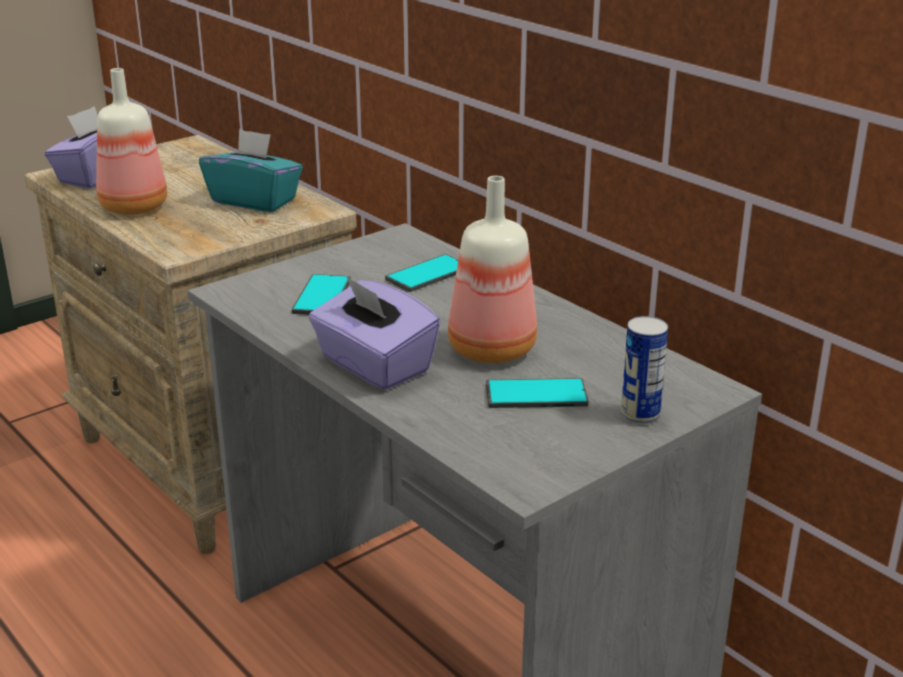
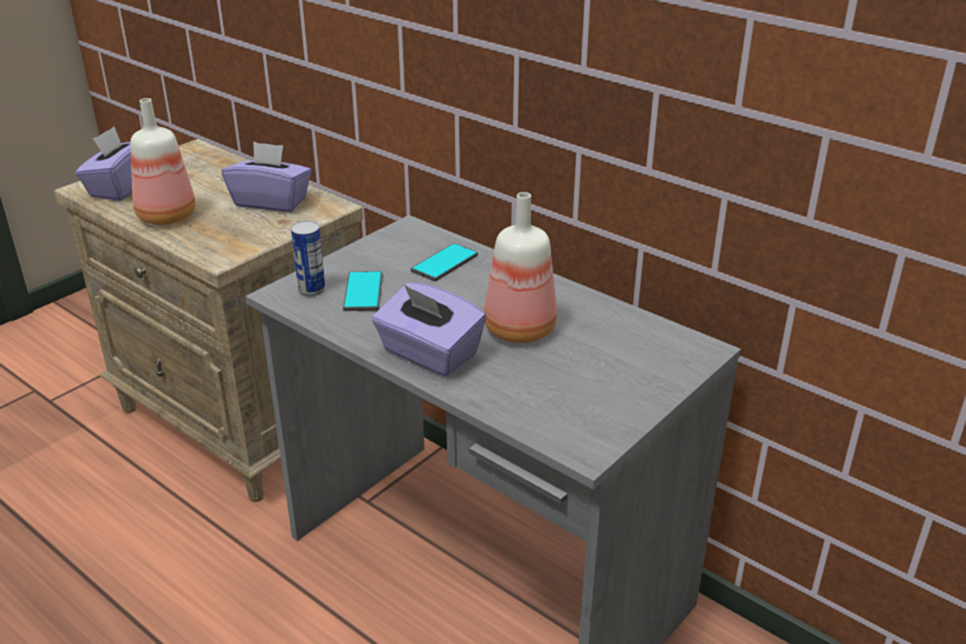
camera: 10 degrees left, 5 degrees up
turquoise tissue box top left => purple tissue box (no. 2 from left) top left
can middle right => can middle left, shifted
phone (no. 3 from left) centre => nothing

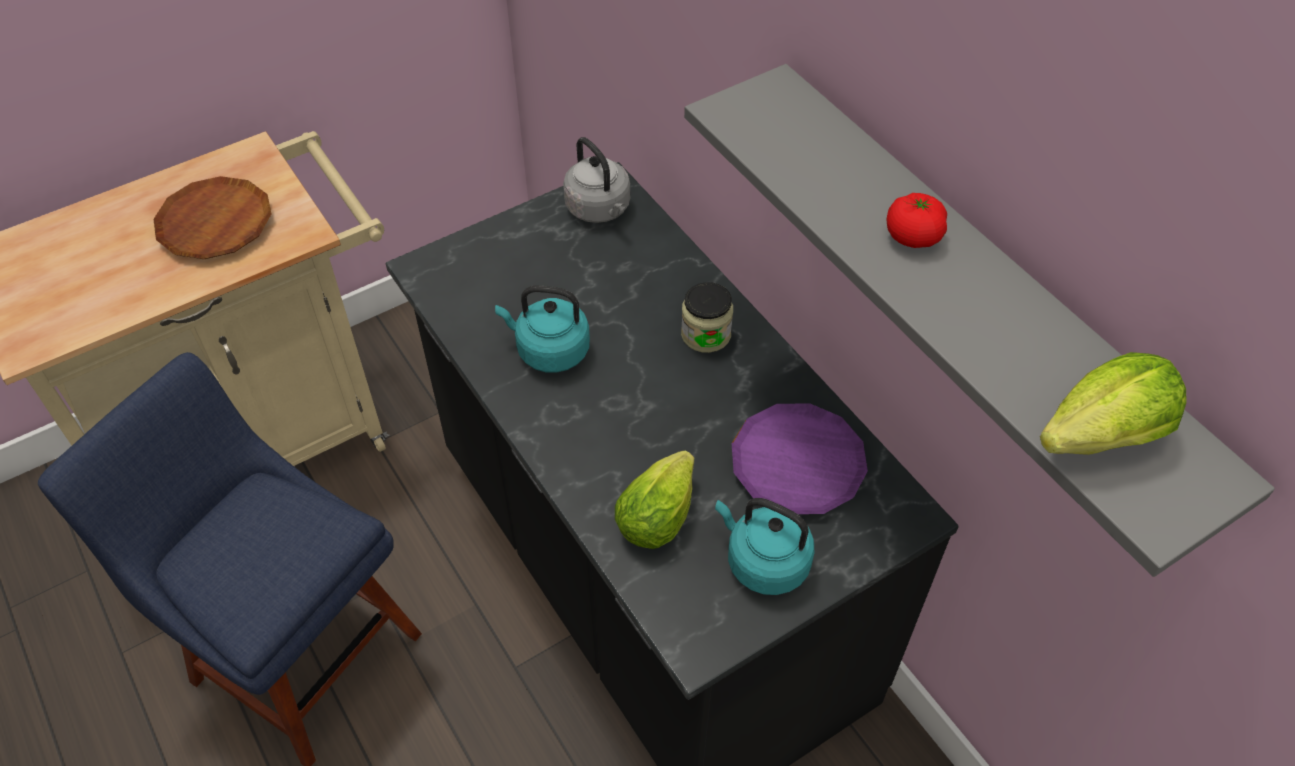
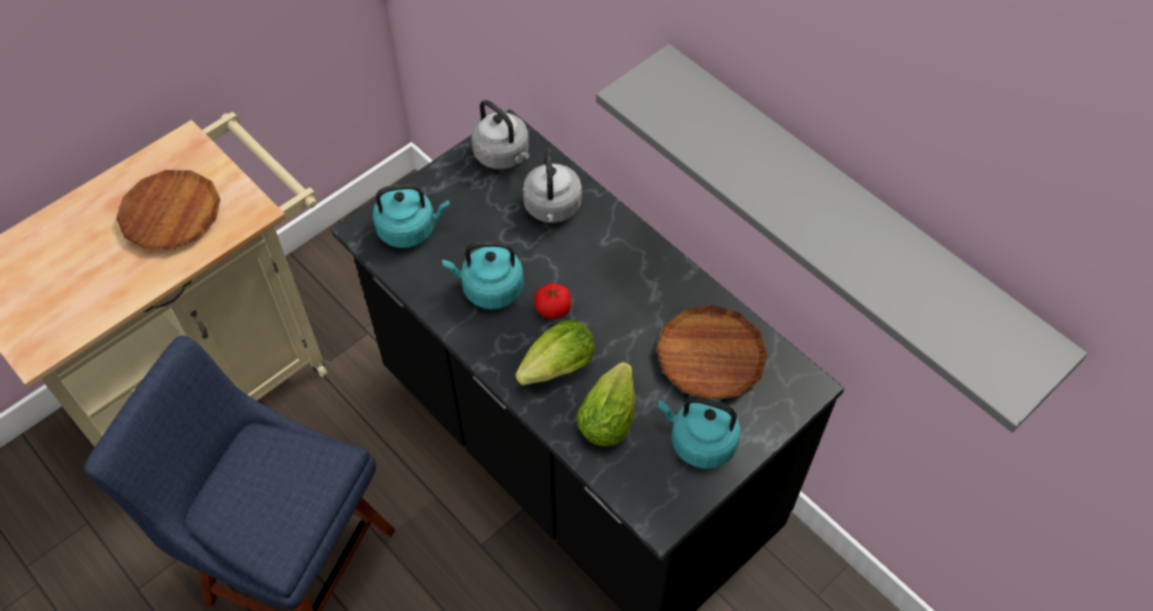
camera: 10 degrees left, 5 degrees up
nothing => turquoise kettle (no. 1 from left) centre
lettuce (no. 2 from left in the first image) middle right => lettuce (no. 1 from left) centre, shifted
nothing => grey kettle (no. 2 from left) top centre
tomato top right => tomato centre, shifted
purple plate centre => brown plate (no. 2 from left) centre
jar centre => nothing

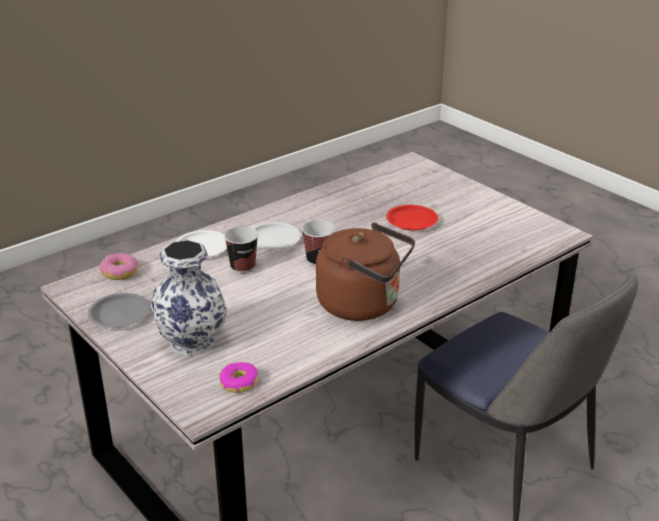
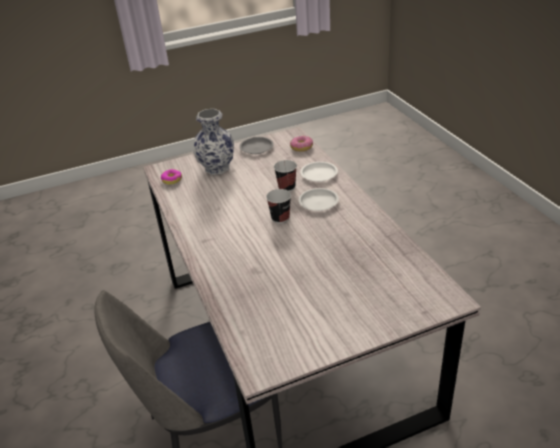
camera: 110 degrees right, 5 degrees up
brown kettle centre => nothing
red plate centre => nothing

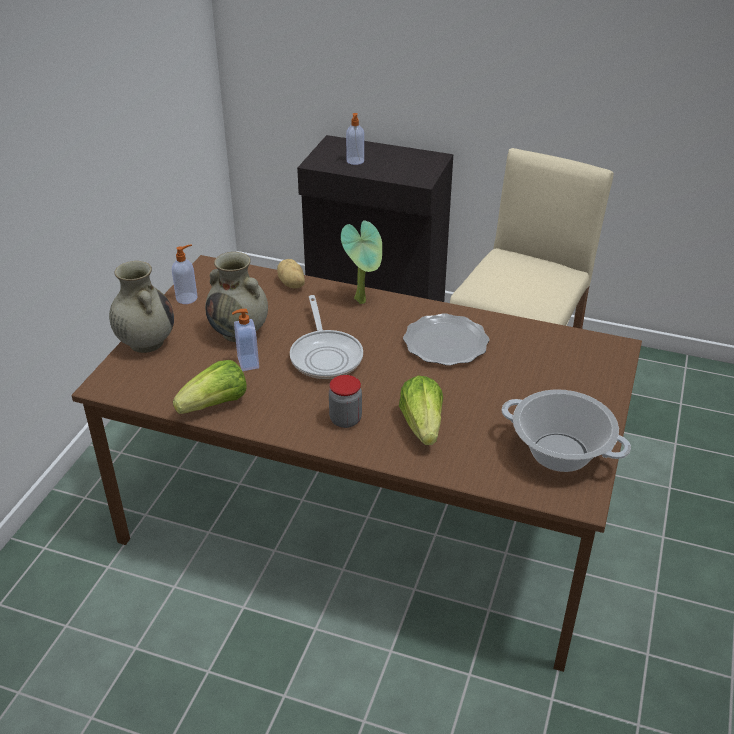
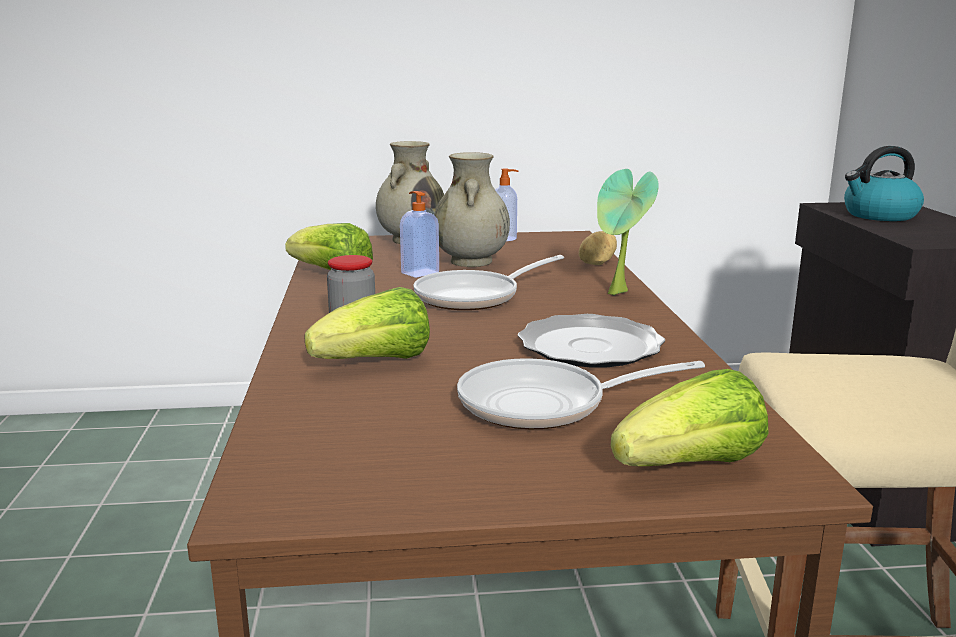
camera: 65 degrees right, 20 degrees down
nothing => frying pan (no. 2 from left) centre
nothing => lettuce (no. 3 from left) middle right
soap dispenser (no. 3 from left) top centre => kettle top right
cooking pot middle right => nothing

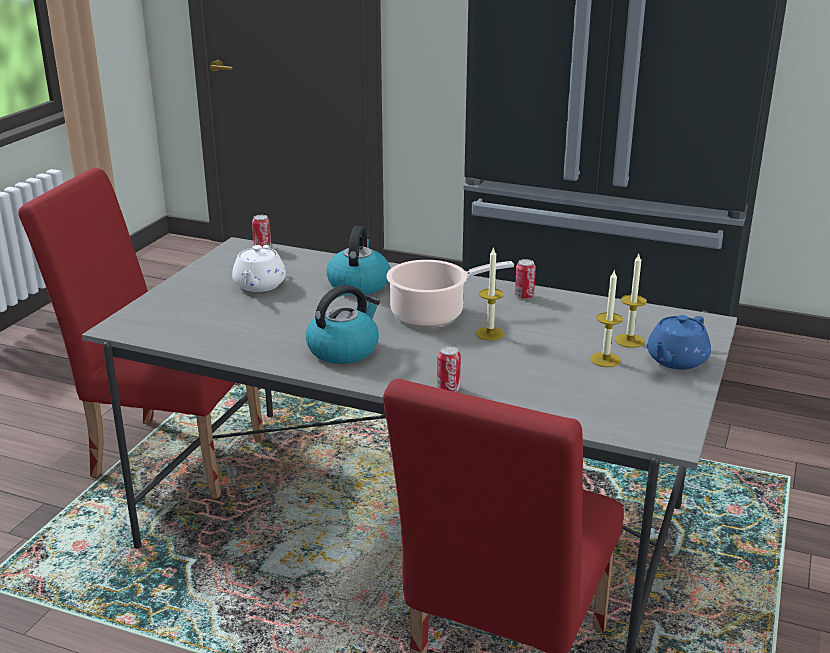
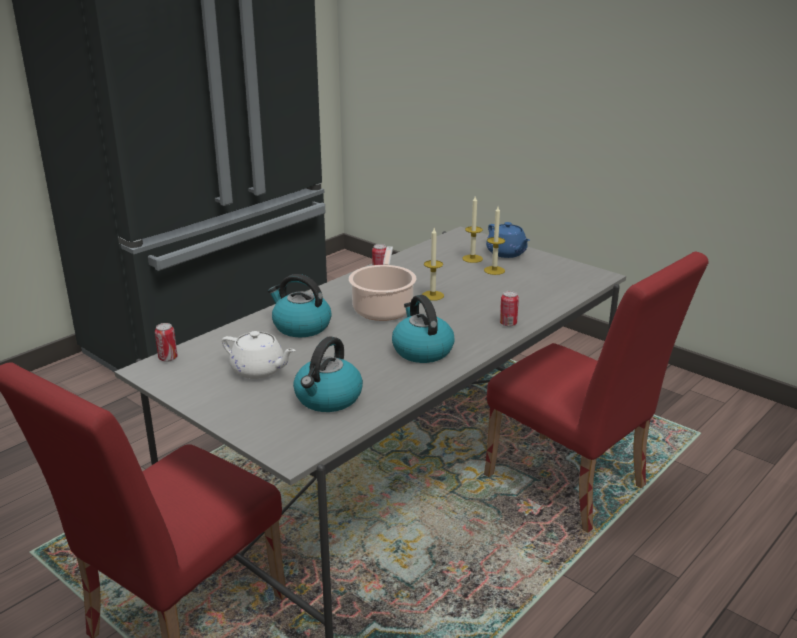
camera: 70 degrees left, 0 degrees up
nothing => kettle (no. 2 from left) centre

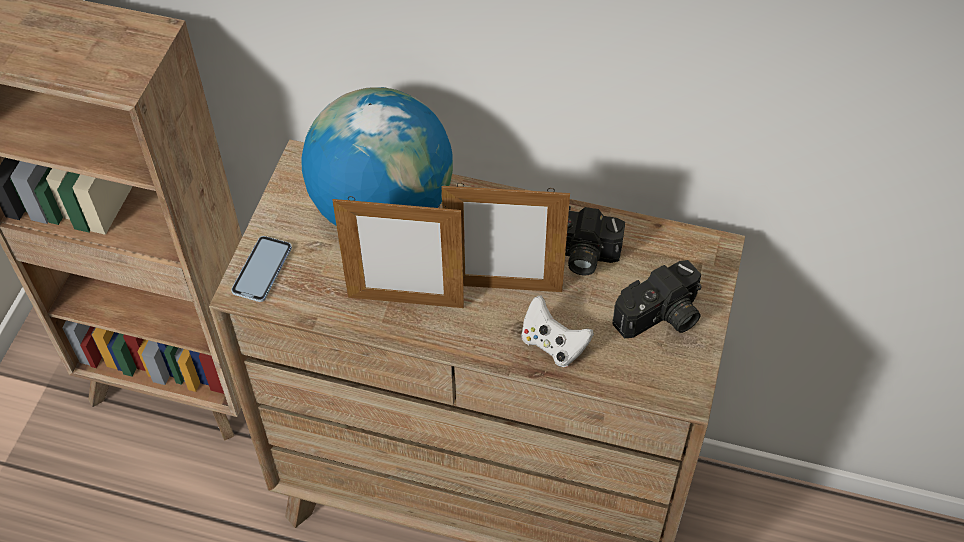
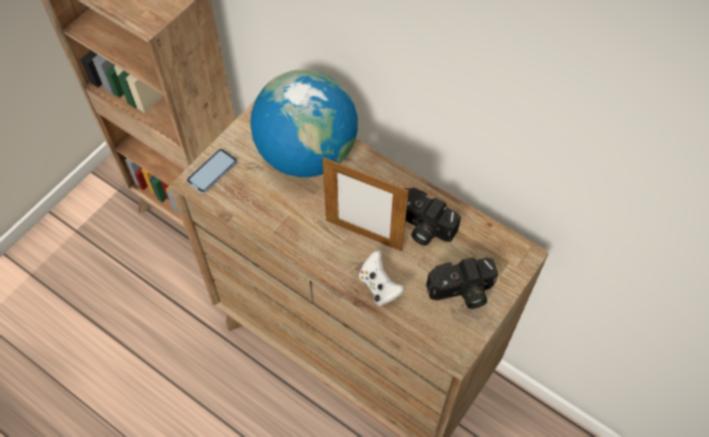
camera: 20 degrees right, 5 degrees up
picture frame (no. 1 from left) centre => nothing

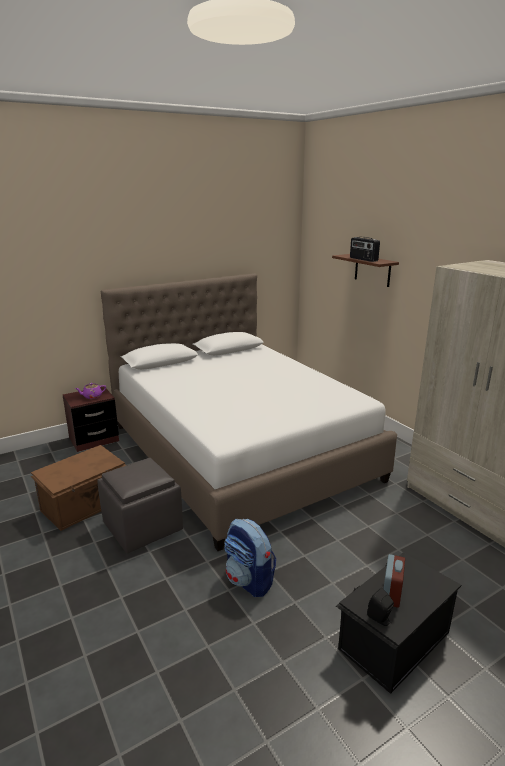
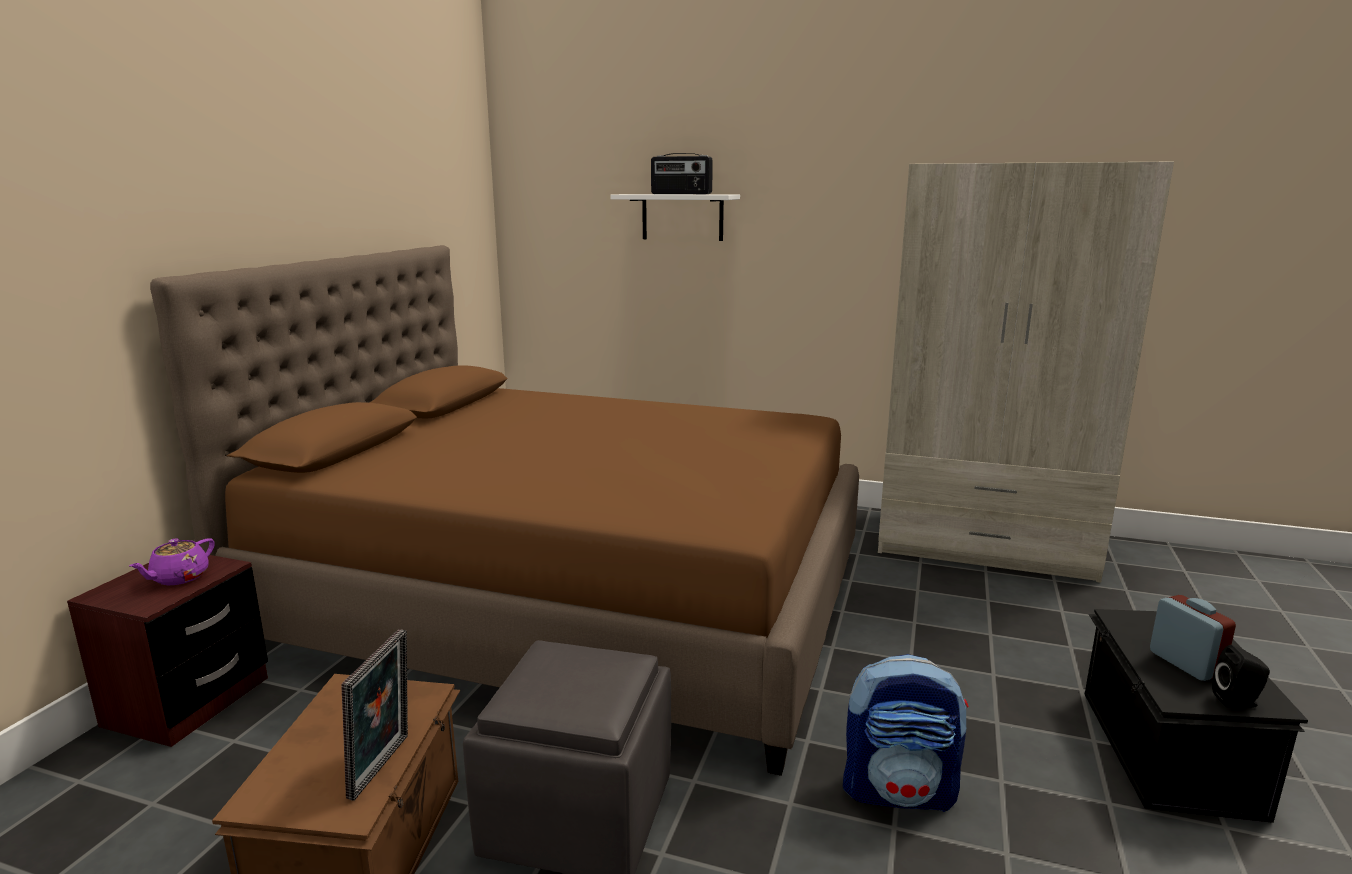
camera: 40 degrees left, 5 degrees down
white bed centre => brown bed centre
nothing => picture frame bottom left
brown shelf middle right => white shelf top centre

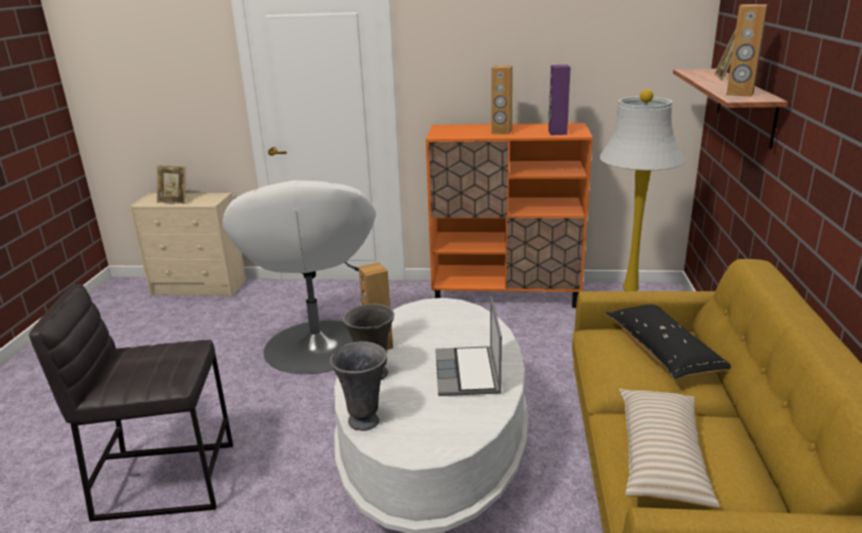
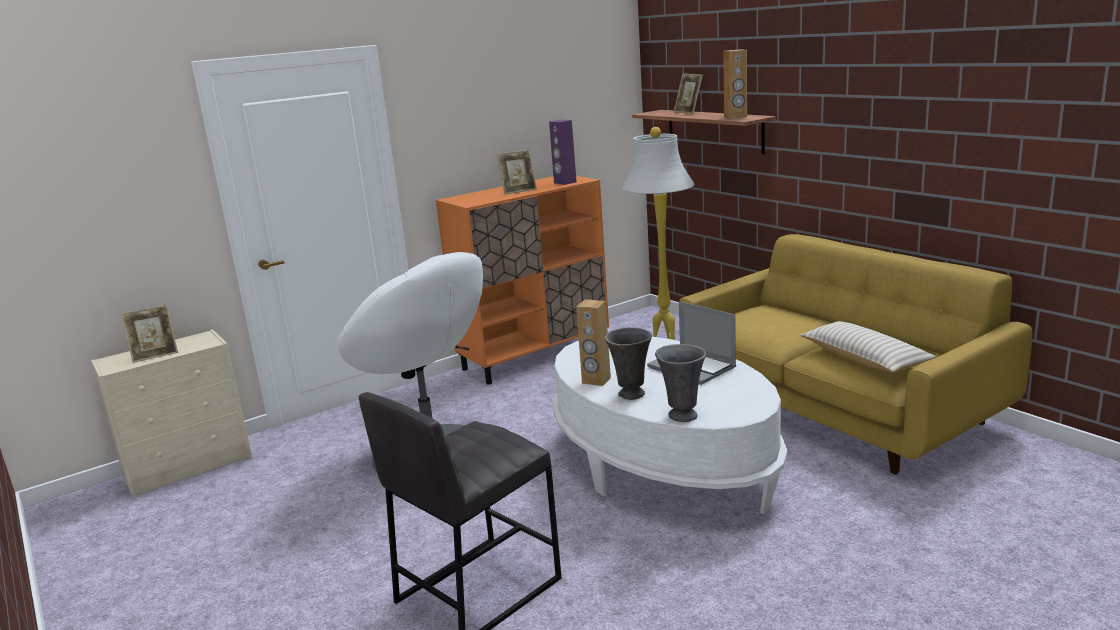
camera: 40 degrees left, 5 degrees down
brown speaker (no. 2 from left) top centre => picture frame (no. 2 from left) top centre
black pillow middle right => nothing

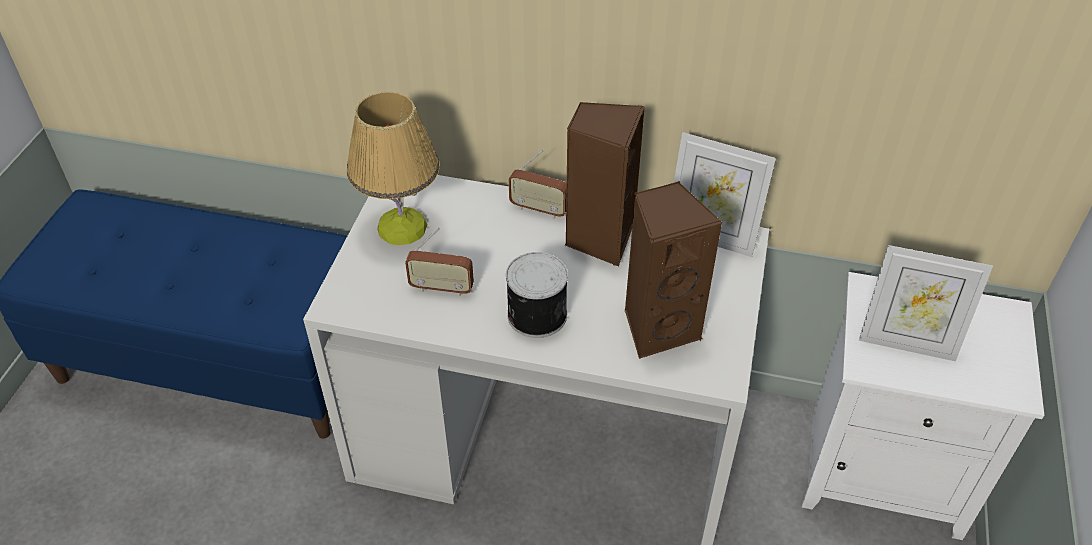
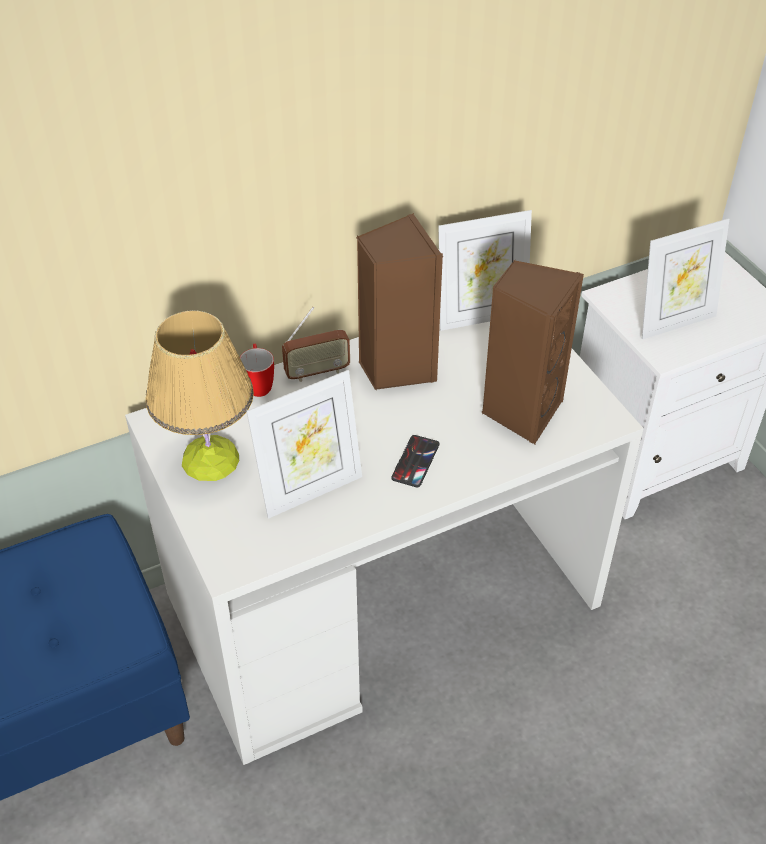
camera: 40 degrees left, 0 degrees up
nothing => mug centre
radio (no. 1 from left) centre => picture frame (no. 1 from left) centre
can centre => phone centre

